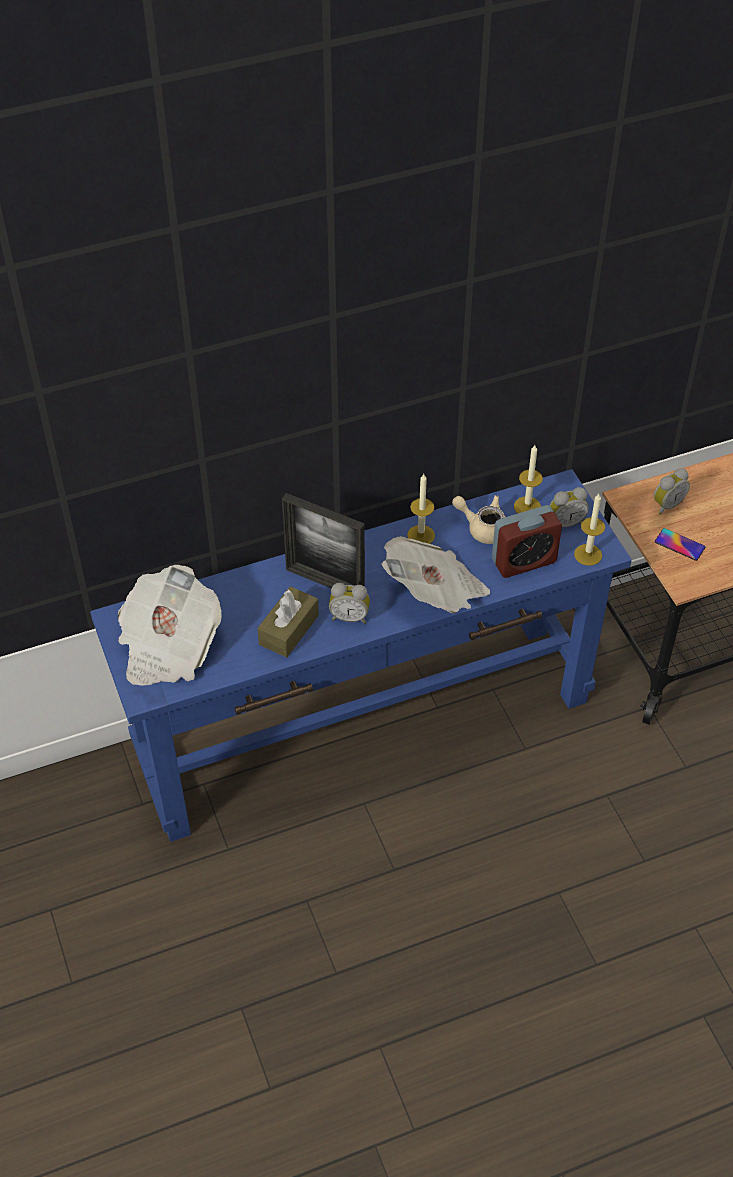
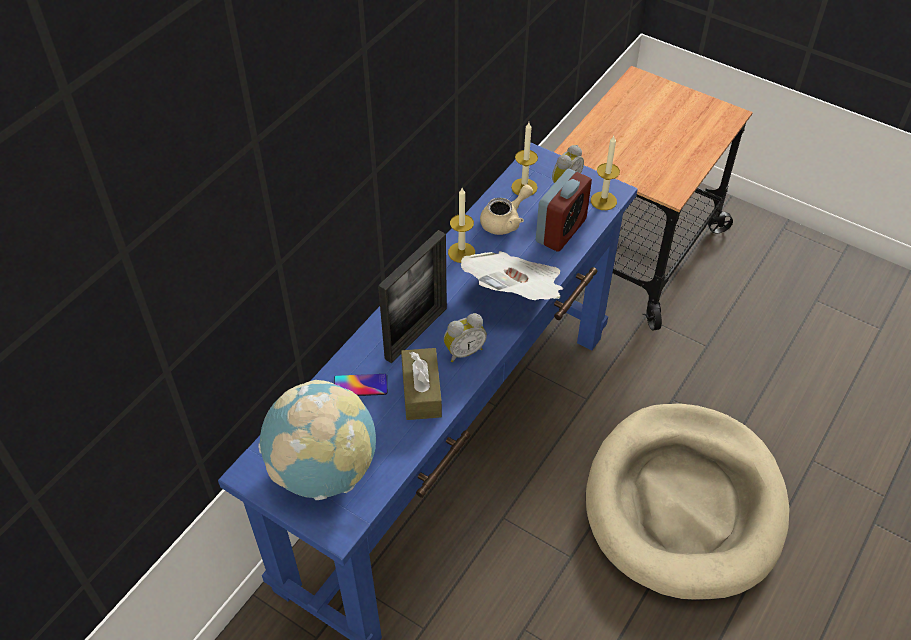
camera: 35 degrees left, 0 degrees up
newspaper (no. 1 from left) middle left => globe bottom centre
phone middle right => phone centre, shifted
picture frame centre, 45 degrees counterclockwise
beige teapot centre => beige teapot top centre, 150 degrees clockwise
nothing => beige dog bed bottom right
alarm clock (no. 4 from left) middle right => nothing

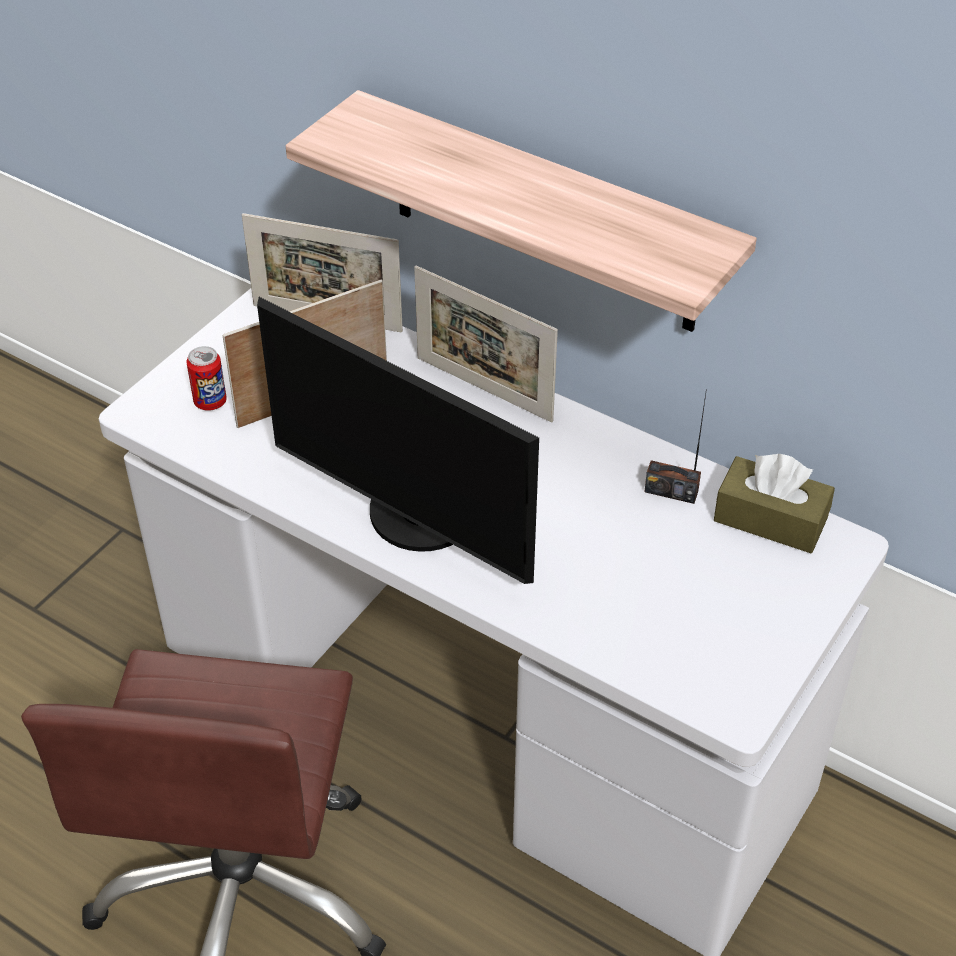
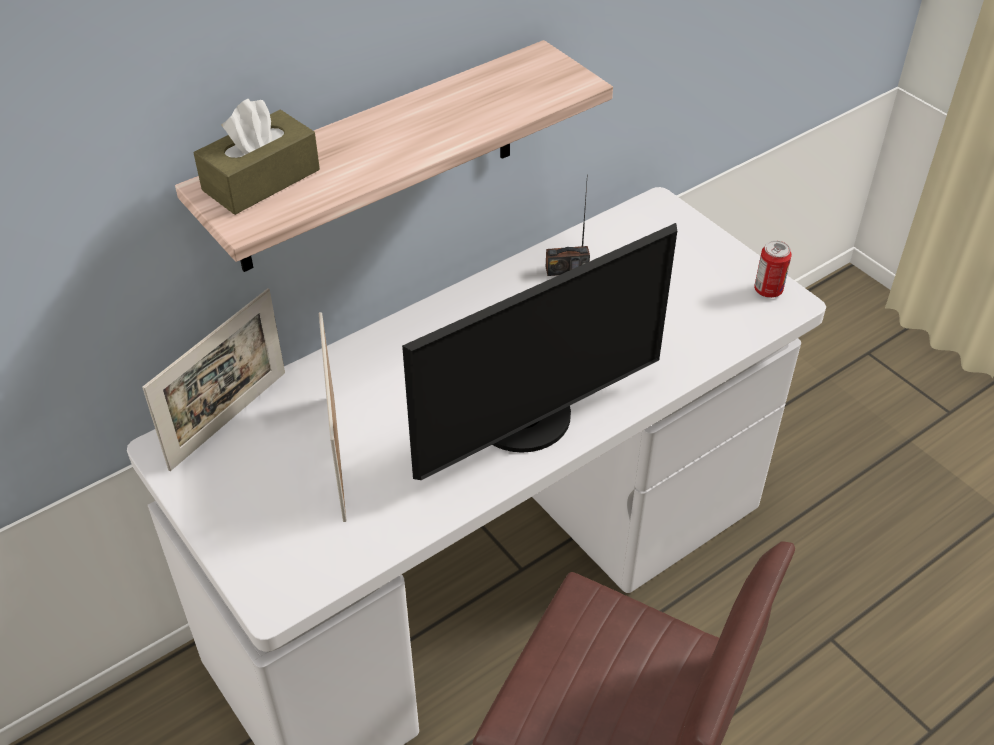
camera: 70 degrees left, 0 degrees up
brown tissue box middle right => brown tissue box top left, shifted
radio middle right => radio top centre, 45 degrees clockwise
can middle left => can middle right, shifted
picture frame (no. 3 from left) centre => nothing

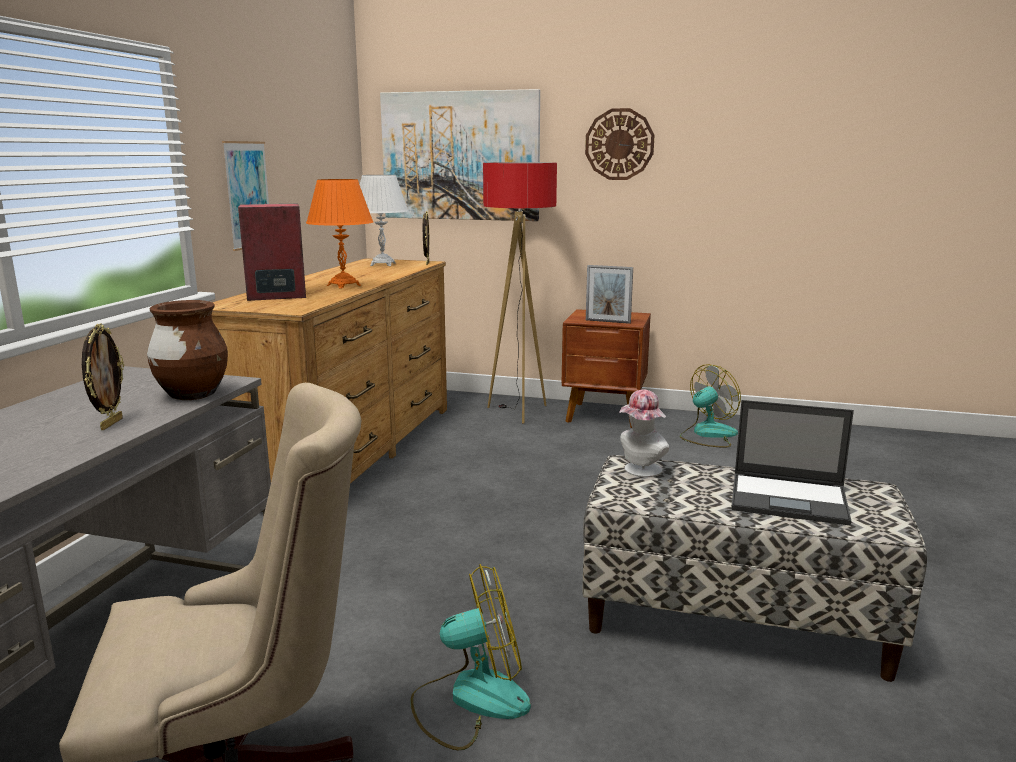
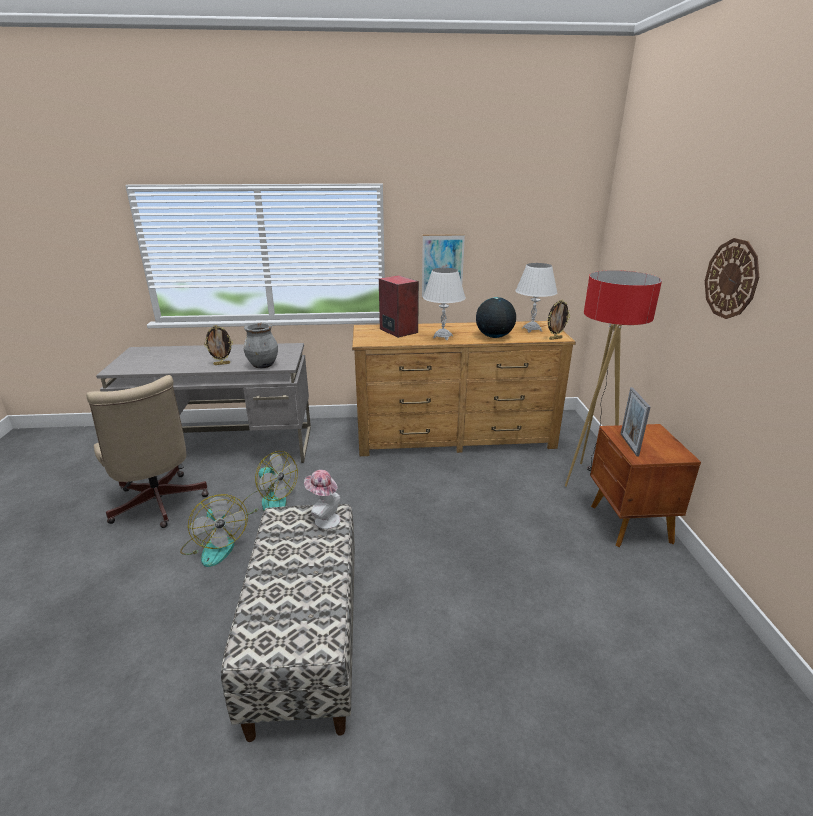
camera: 70 degrees right, 10 degrees up
fan (no. 2 from left) middle right => fan (no. 2 from left) middle left, shifted
brown vase middle left => grey vase middle left
orange table lamp top centre => white table lamp (no. 1 from left) centre
nothing => globe centre
picture (no. 2 from left) top centre => nothing
laptop middle right => nothing

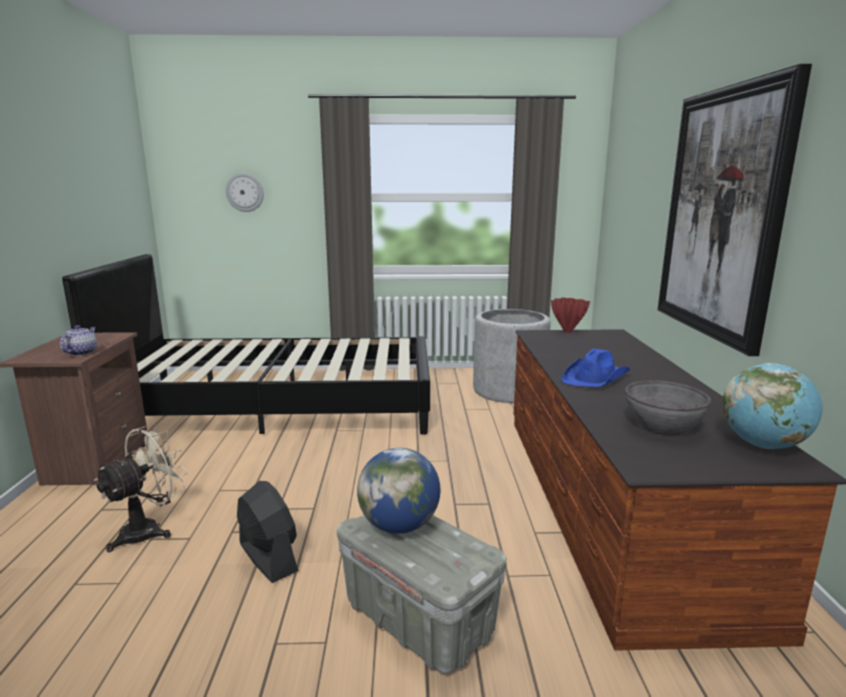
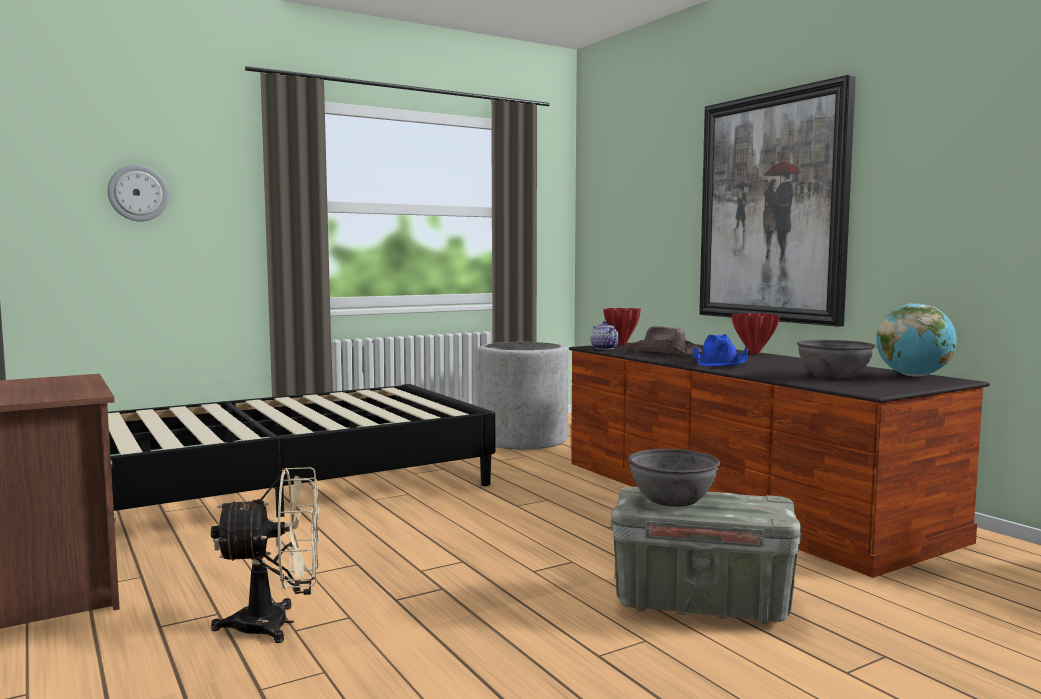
camera: 30 degrees left, 10 degrees down
beige fan bottom left, 75 degrees clockwise
teapot middle left => teapot centre, shifted
nothing => brown hat centre
globe (no. 1 from left) bottom centre => grey bowl (no. 1 from left) bottom centre
nothing => red vase (no. 2 from left) middle right
black fan bottom left => nothing

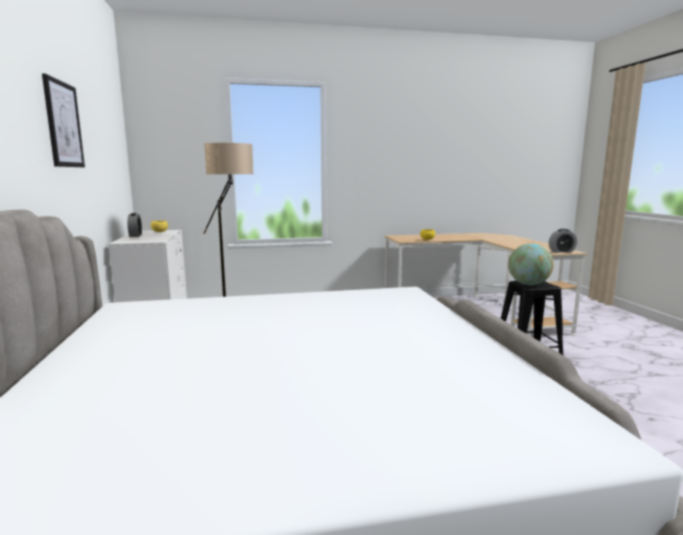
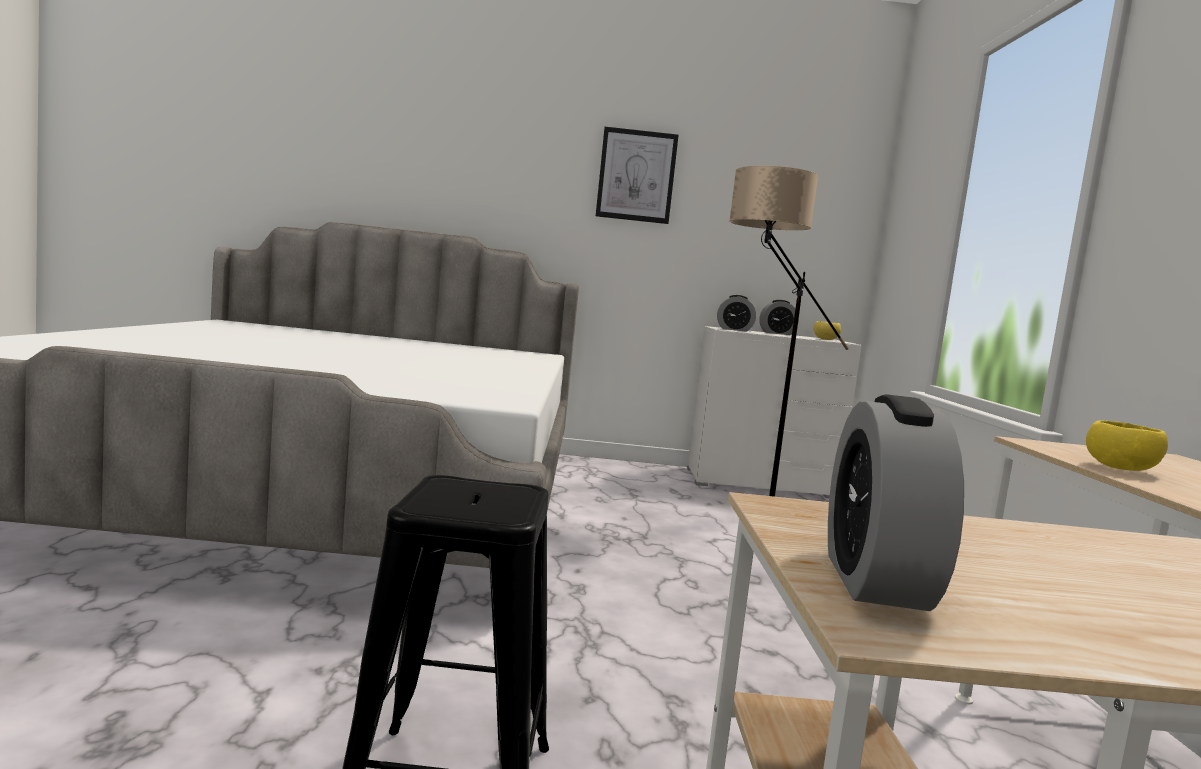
camera: 100 degrees right, 5 degrees down
nothing => alarm clock (no. 1 from left) centre
globe middle right => nothing

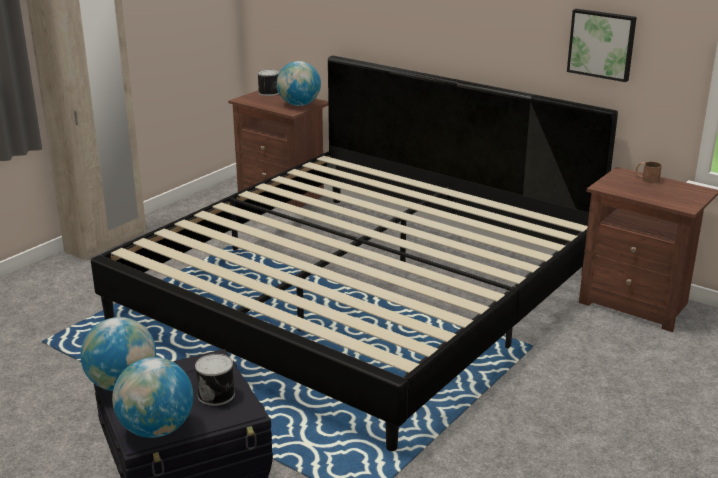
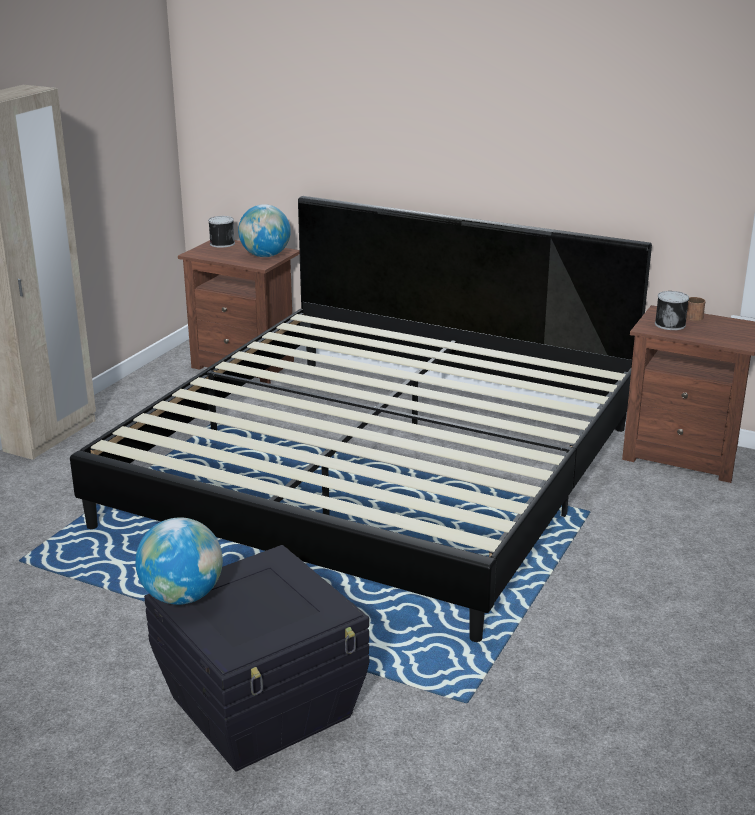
camera: 10 degrees left, 0 degrees up
can (no. 1 from left in the first image) bottom left => can (no. 2 from left) middle right, shifted
globe (no. 2 from left) bottom left => nothing
picture top right => nothing

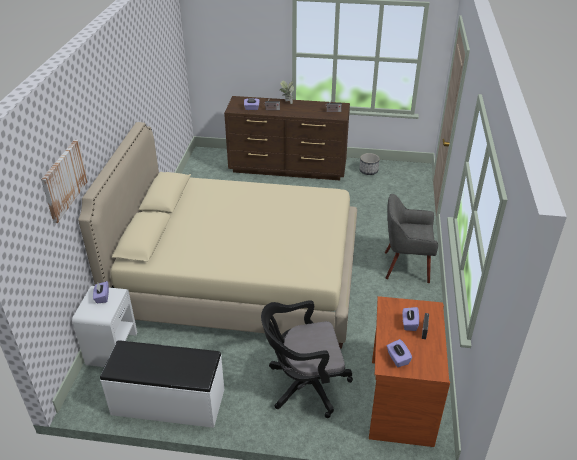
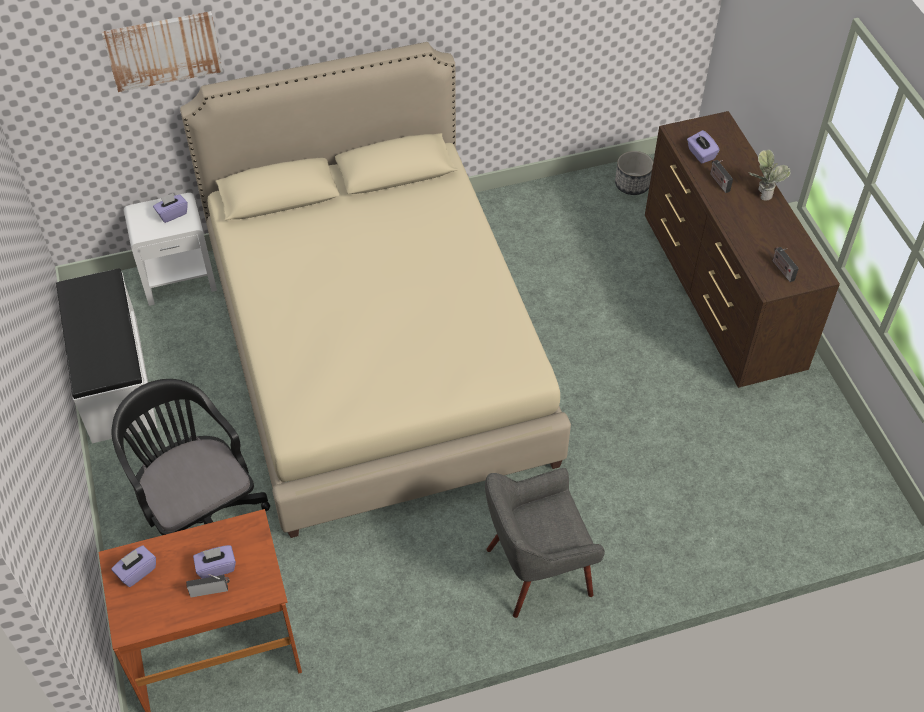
camera: 65 degrees right, 15 degrees up
grey armchair middle right => grey armchair bottom centre, 90 degrees counterclockwise
planter centre => planter top right, shifted

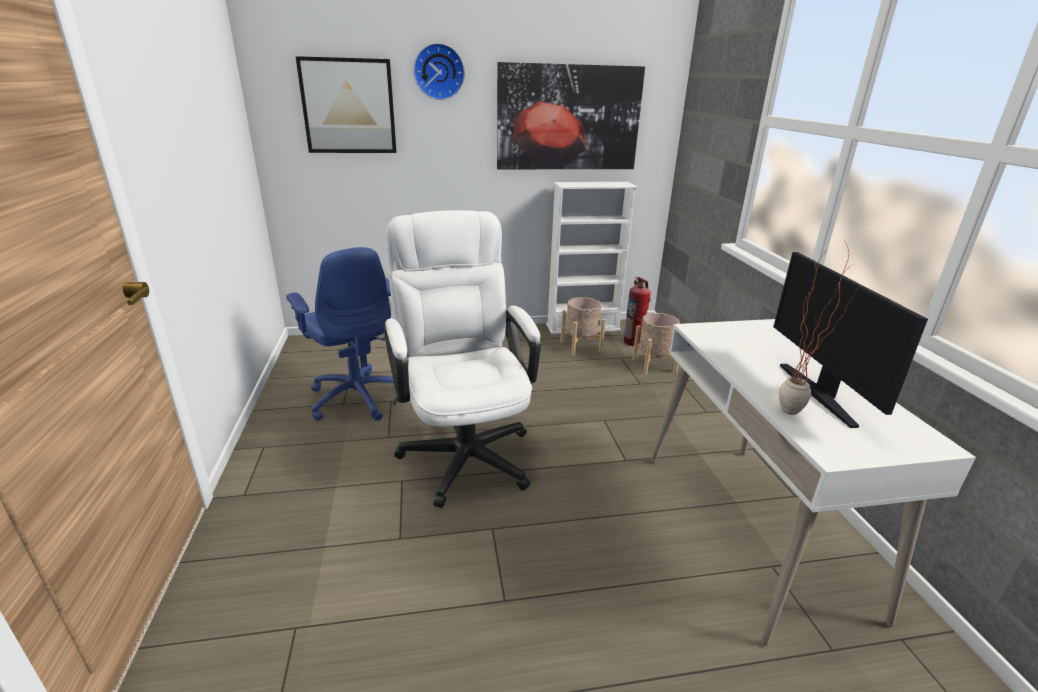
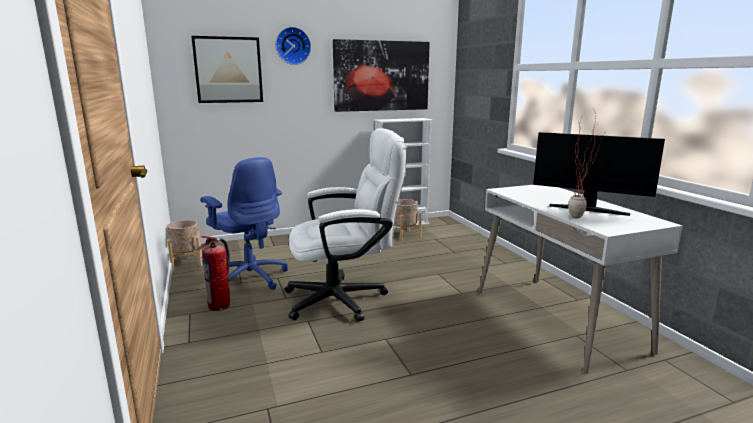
camera: 10 degrees left, 10 degrees down
beige planter (no. 2 from left in the first image) centre => beige planter (no. 1 from left) middle left, shifted
fire extinguisher centre => fire extinguisher middle left, shifted
white office chair centre, 105 degrees clockwise
monitor middle right, 45 degrees counterclockwise

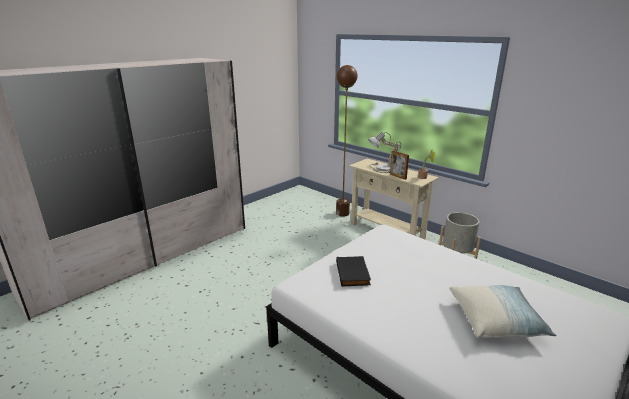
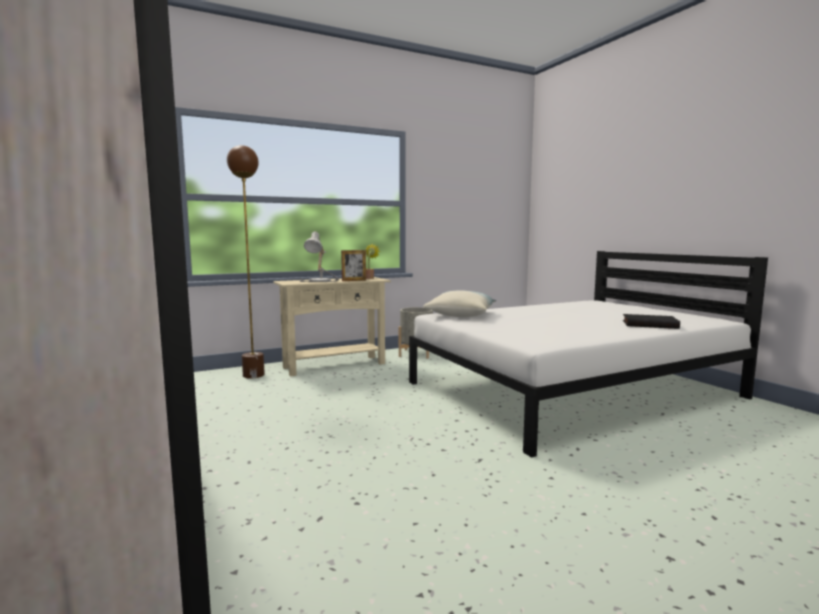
camera: 70 degrees left, 15 degrees down
pillow bottom right => pillow centre, shifted
black book bottom centre => black book middle right, shifted

